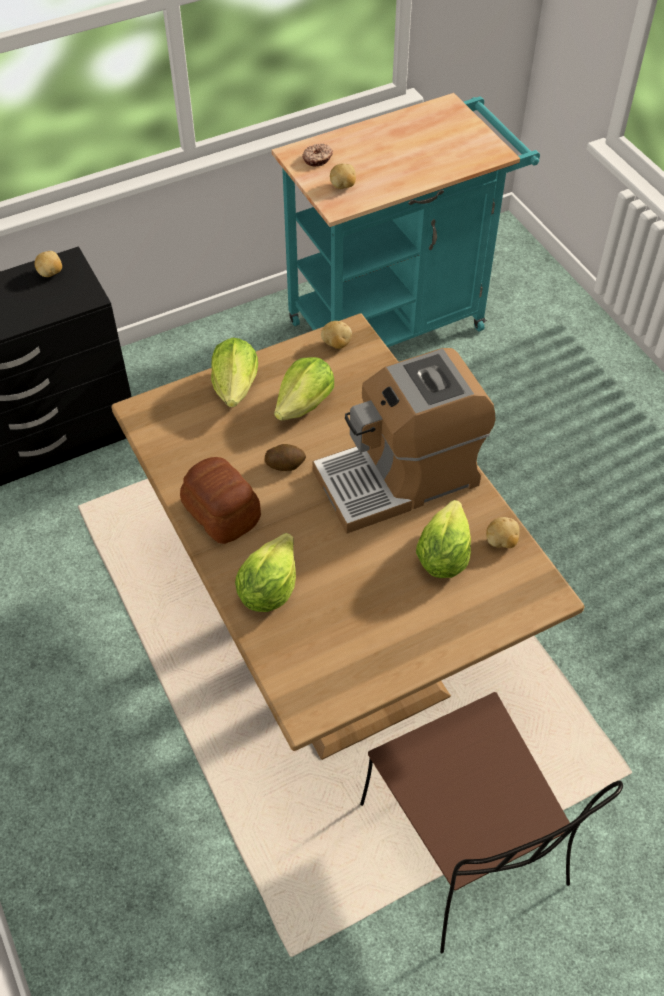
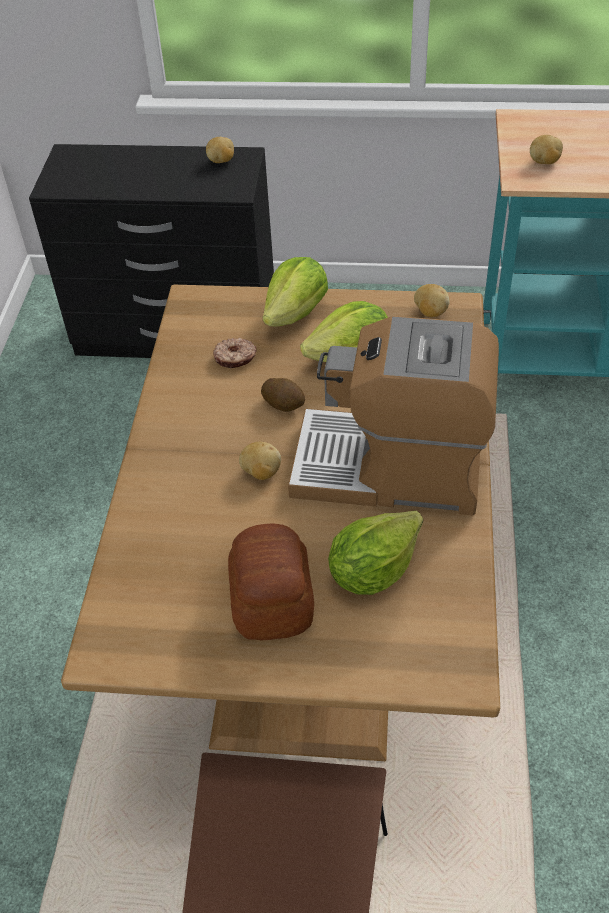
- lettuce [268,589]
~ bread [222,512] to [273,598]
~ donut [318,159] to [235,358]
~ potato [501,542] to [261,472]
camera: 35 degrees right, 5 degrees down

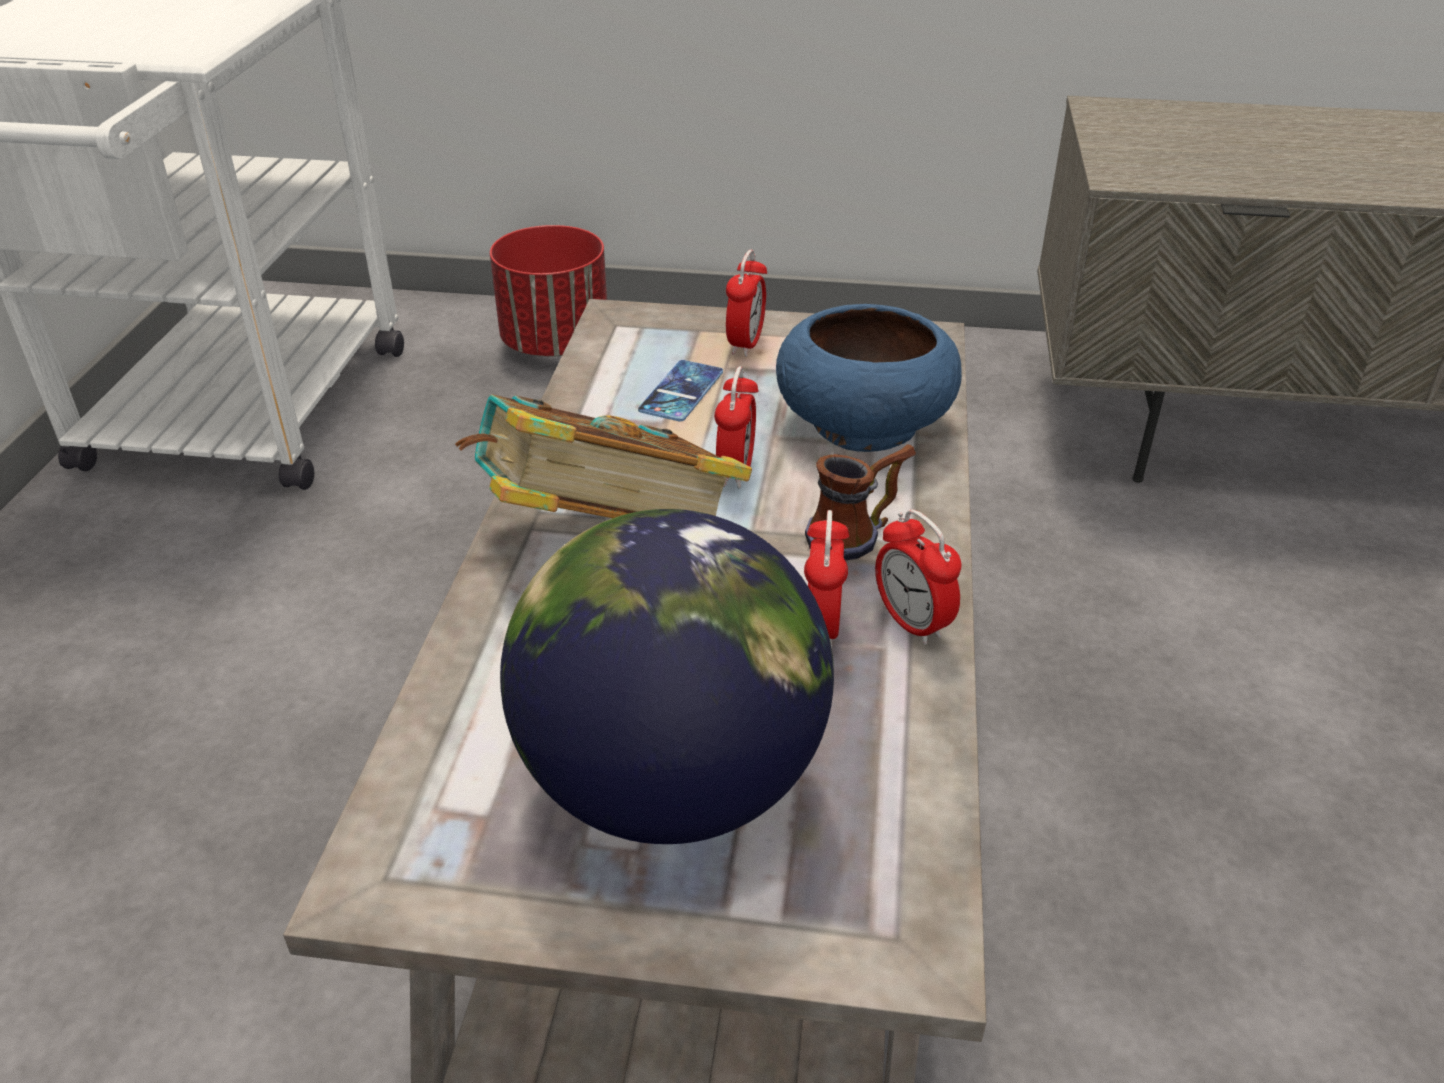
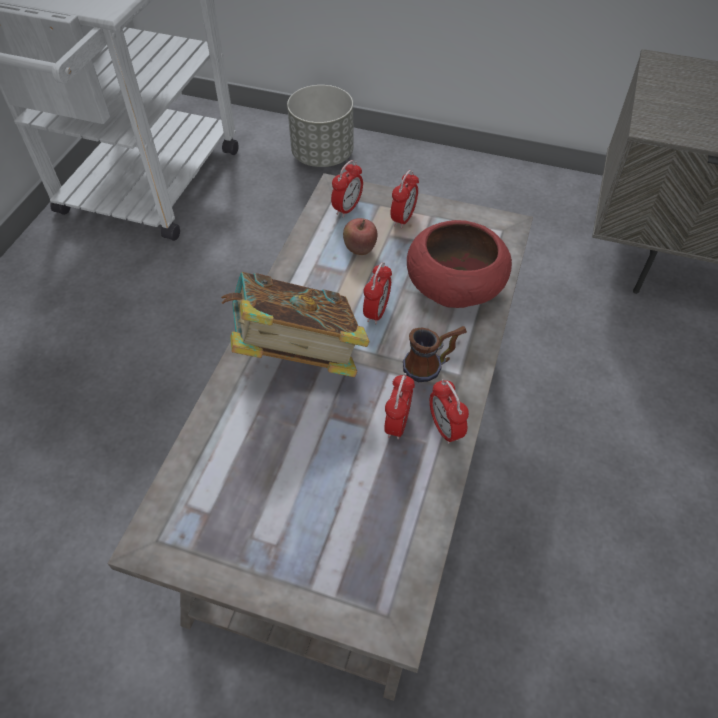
- globe [671,782]
+ alarm clock [347,208]
~ phone [681,391] to apple [359,250]
~ red planter [556,344] to grey planter [323,155]
~ blue bowl [862,425] to red bowl [454,287]
camera: 10 degrees right, 15 degrees up

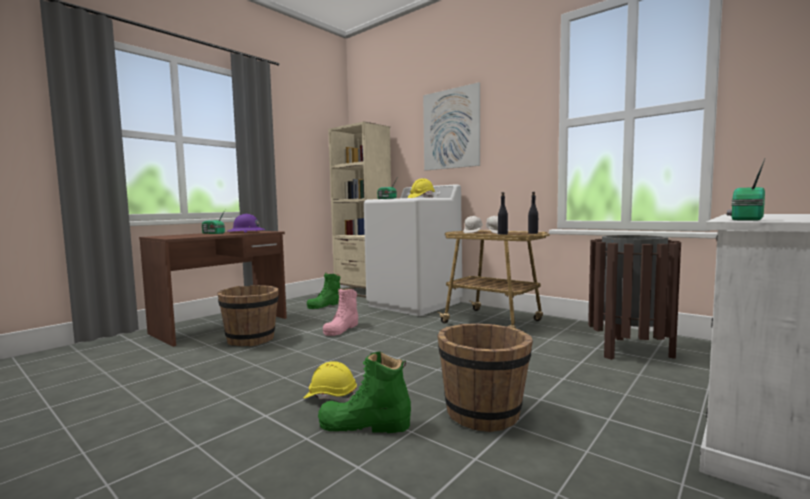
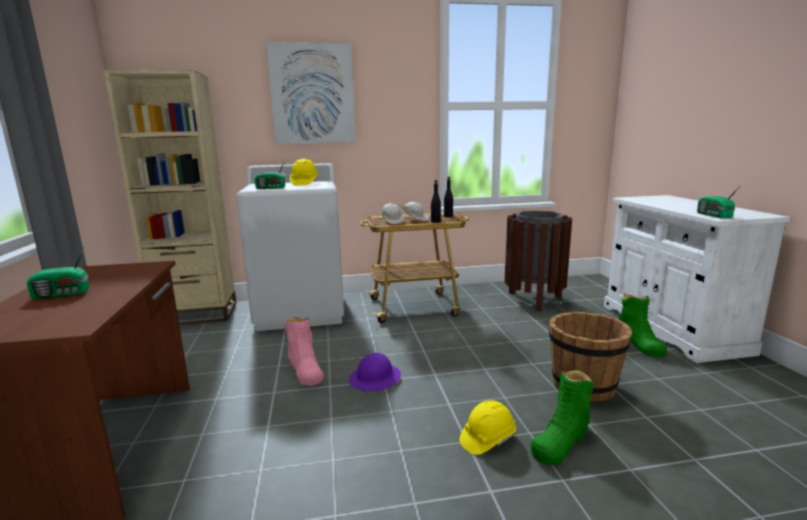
- brown bucket [251,339]
~ purple hard hat [246,231] to [375,379]
~ green boot [325,305] to [639,344]
camera: 50 degrees left, 10 degrees up

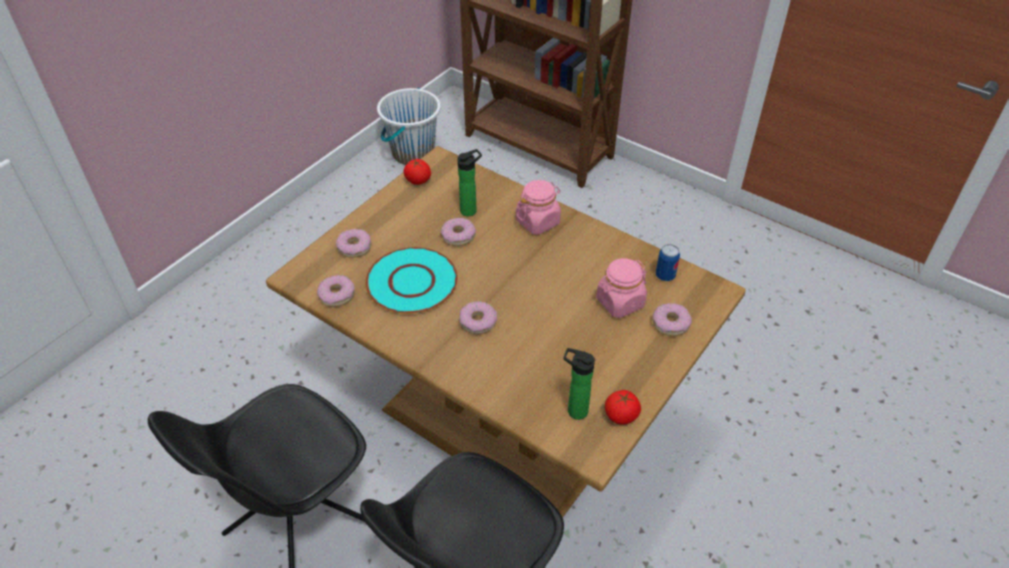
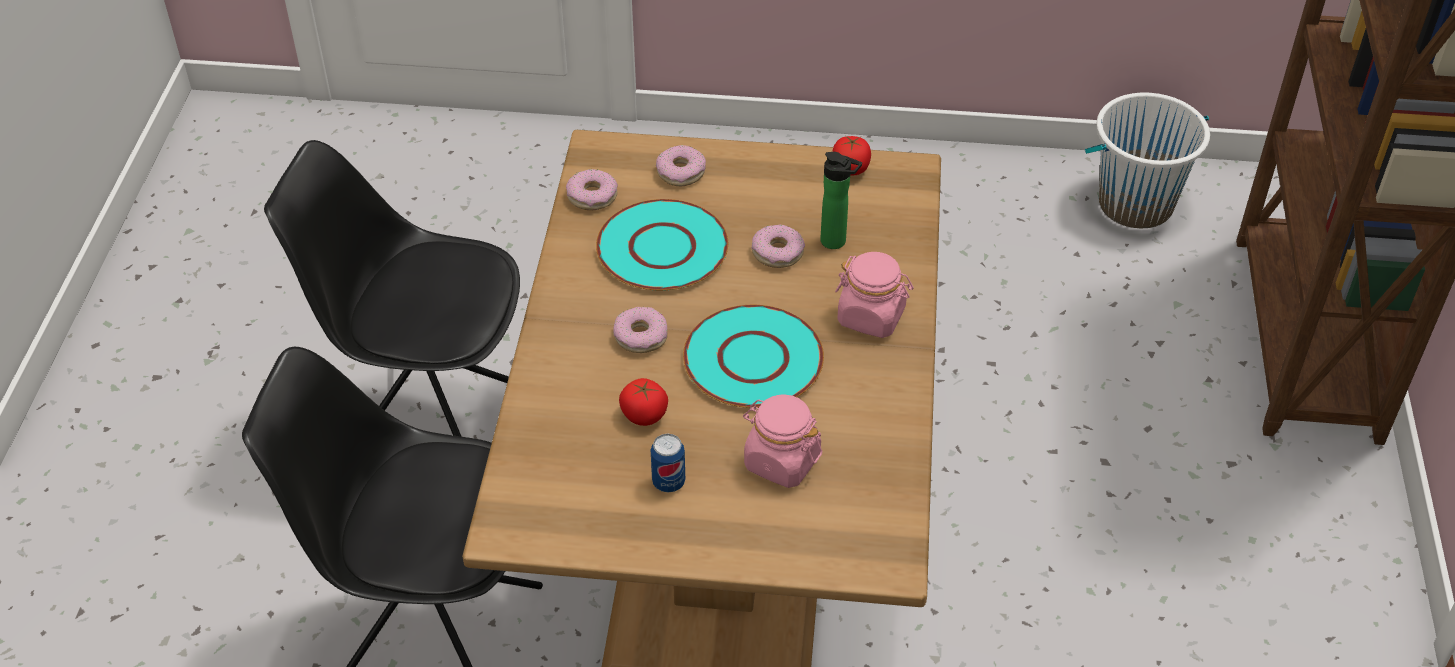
- bottle [574,410]
- donut [670,323]
+ turquoise plate [752,359]
~ tomato [621,415] to [644,415]
~ can [665,276] to [668,482]
camera: 60 degrees right, 0 degrees up

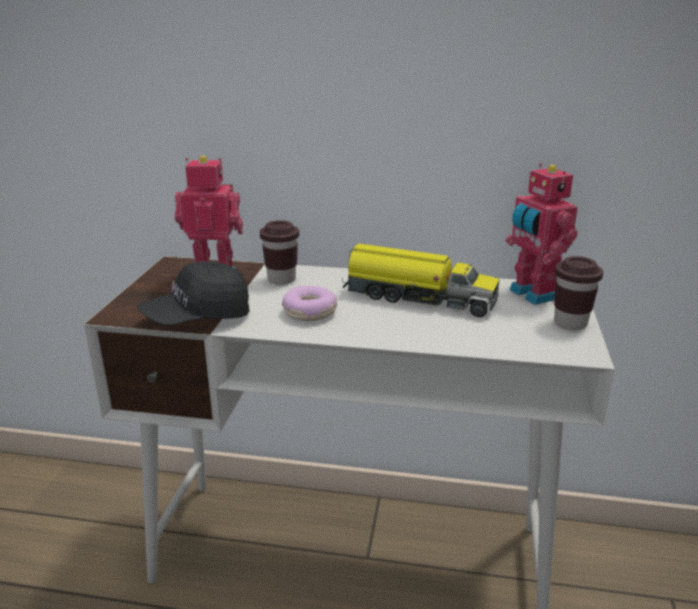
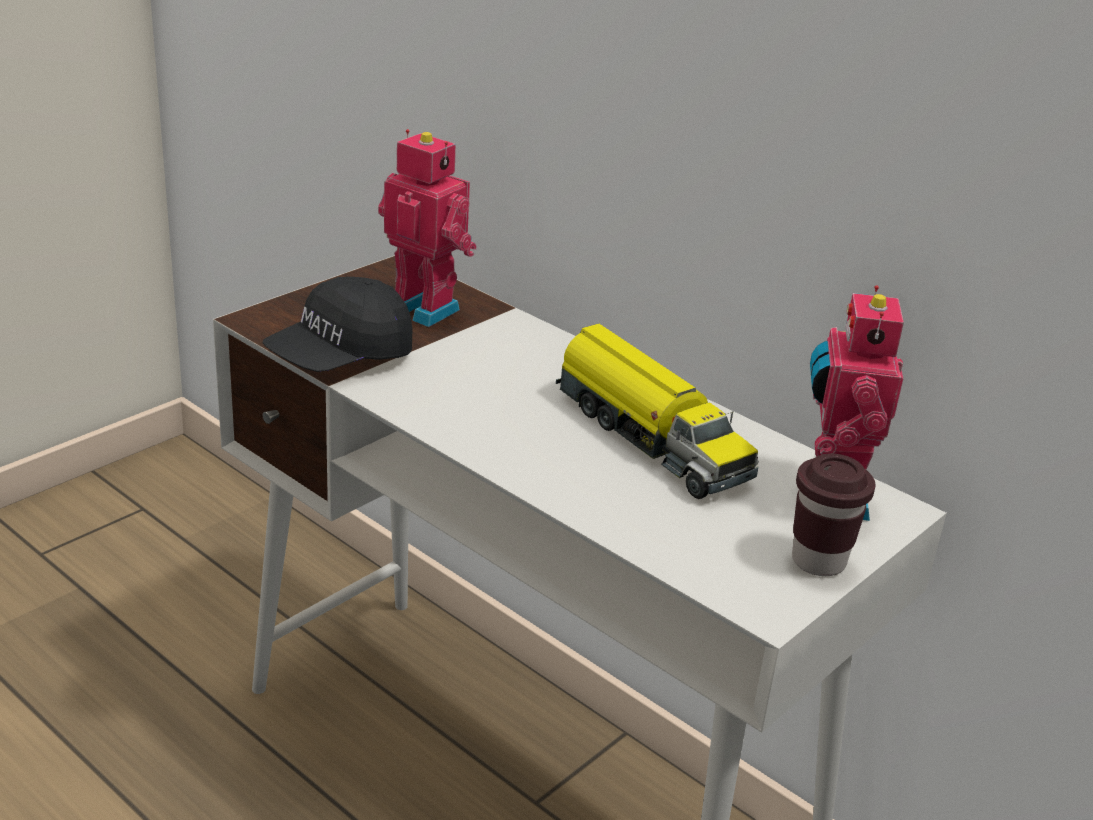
- brown cup [281,279]
- donut [310,312]
~ black cap [197,317] = [340,357] 45 degrees counterclockwise
camera: 30 degrees right, 5 degrees up

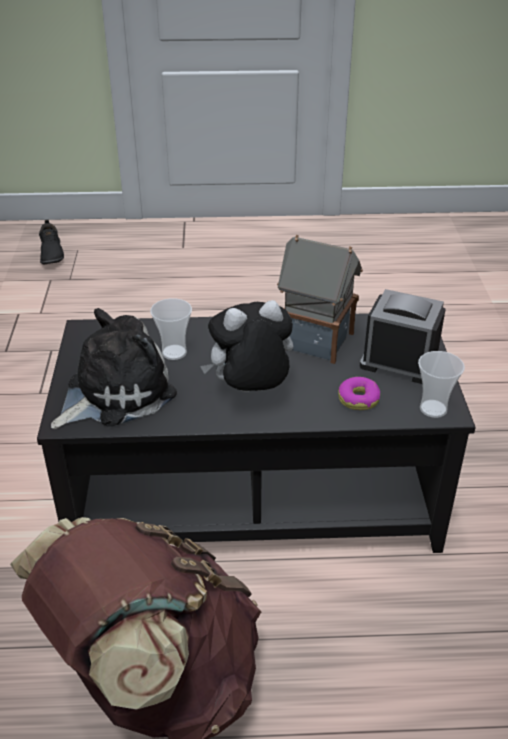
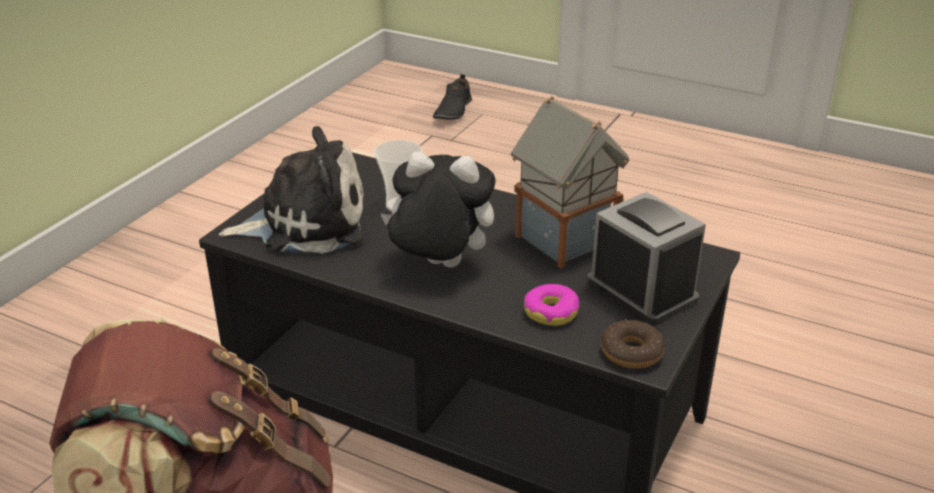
~ cup [433,409] to donut [631,352]
camera: 30 degrees right, 5 degrees down

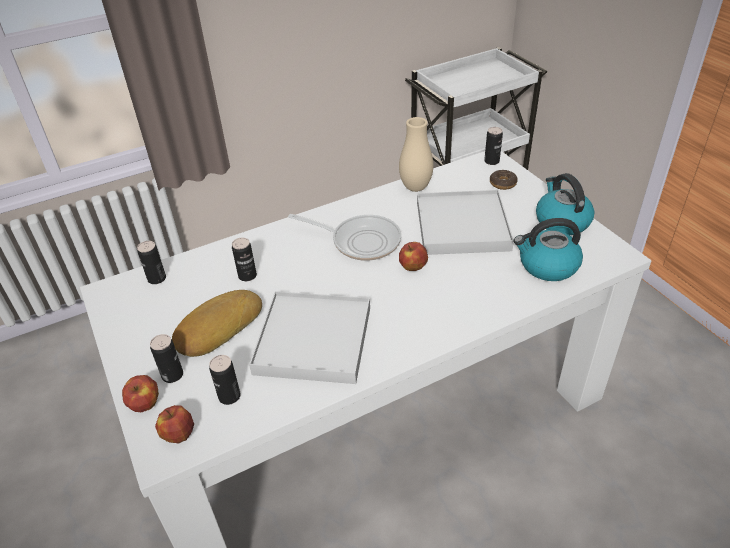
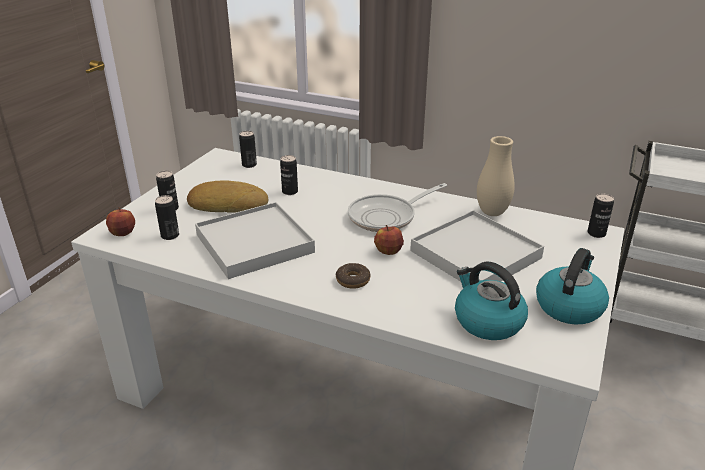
- apple [145,403]
~ donut [503,183] to [353,280]
~ frying pan [360,241] = [387,217] 75 degrees clockwise
camera: 50 degrees right, 10 degrees down

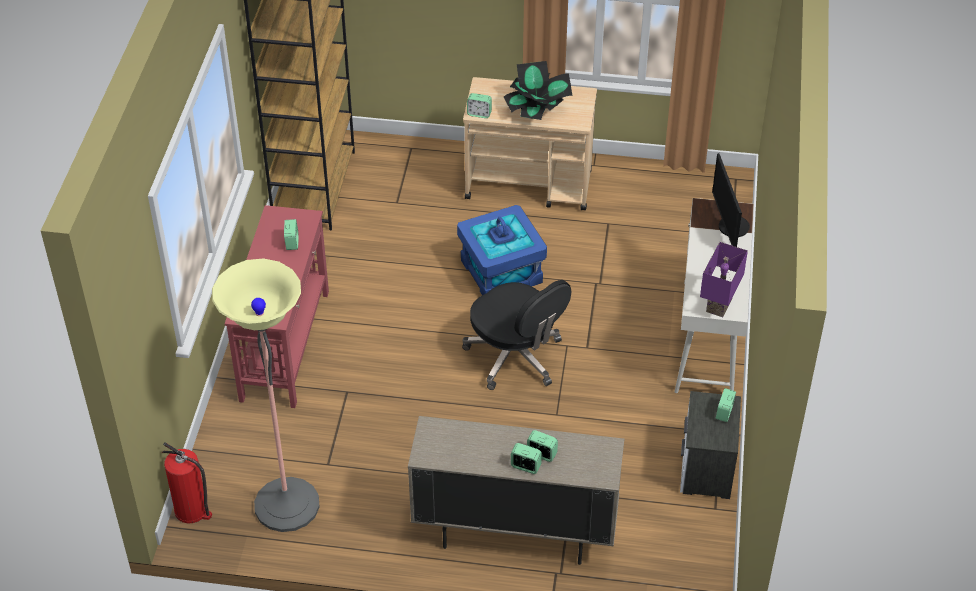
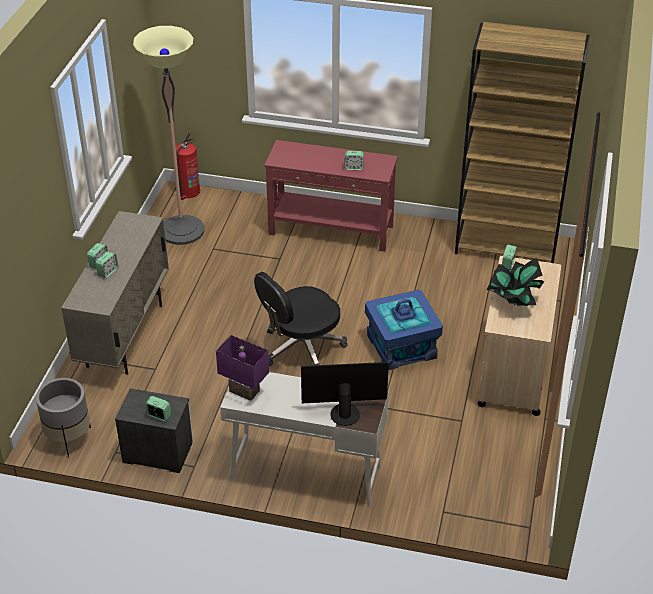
+ grey planter [68,438]
camera: 95 degrees right, 5 degrees down

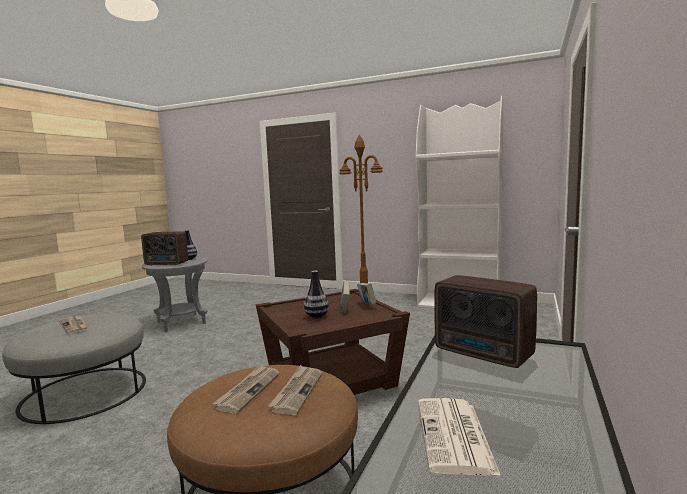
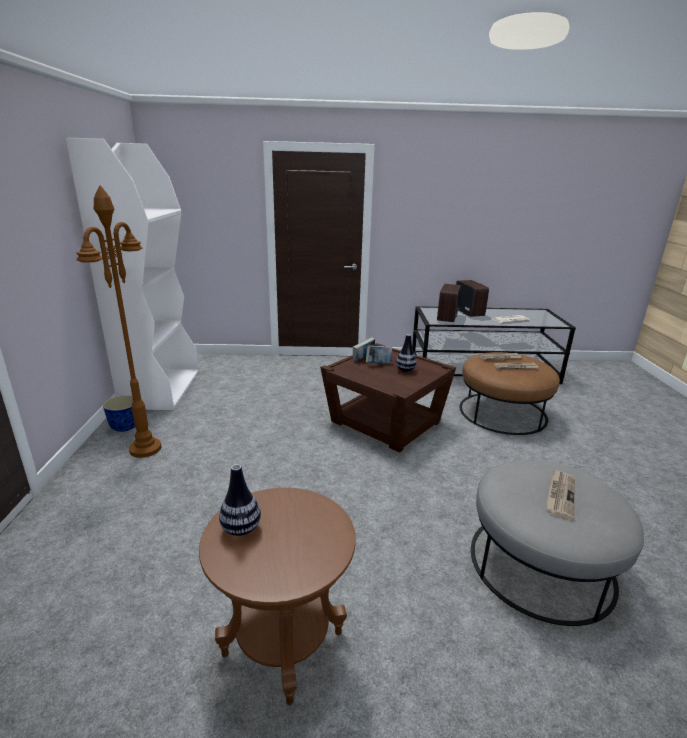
+ planter [124,427]
~ radio [167,264] to [468,312]
~ grey side table [181,323] to brown side table [283,642]
camera: 115 degrees left, 15 degrees up

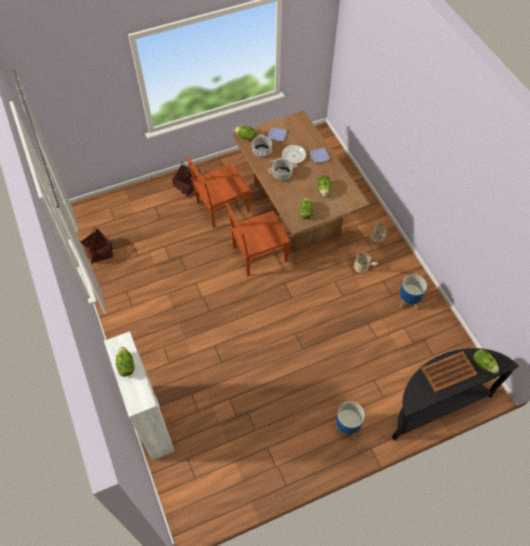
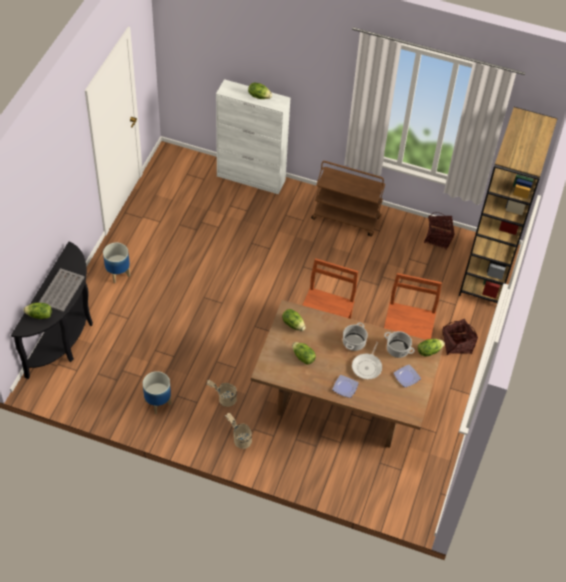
+ brown cart [346,218]
+ brown bookcase [487,272]
~ brown tray [448,372] to grey tray [62,290]
camera: 130 degrees right, 5 degrees down

